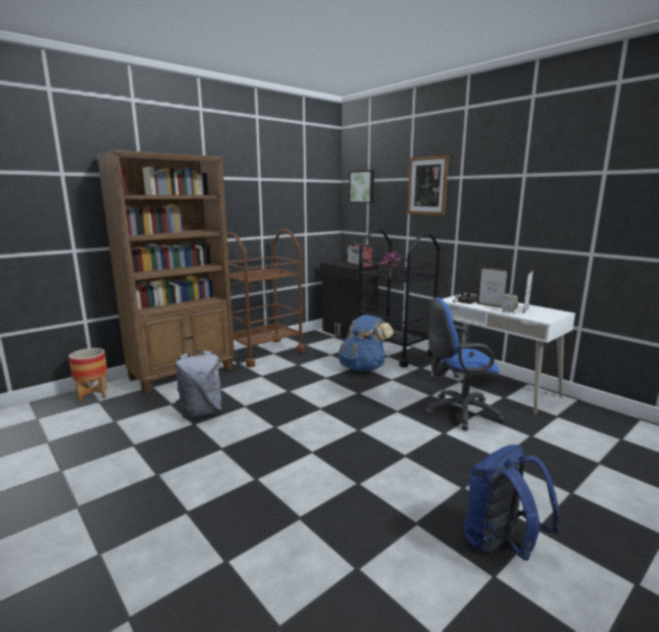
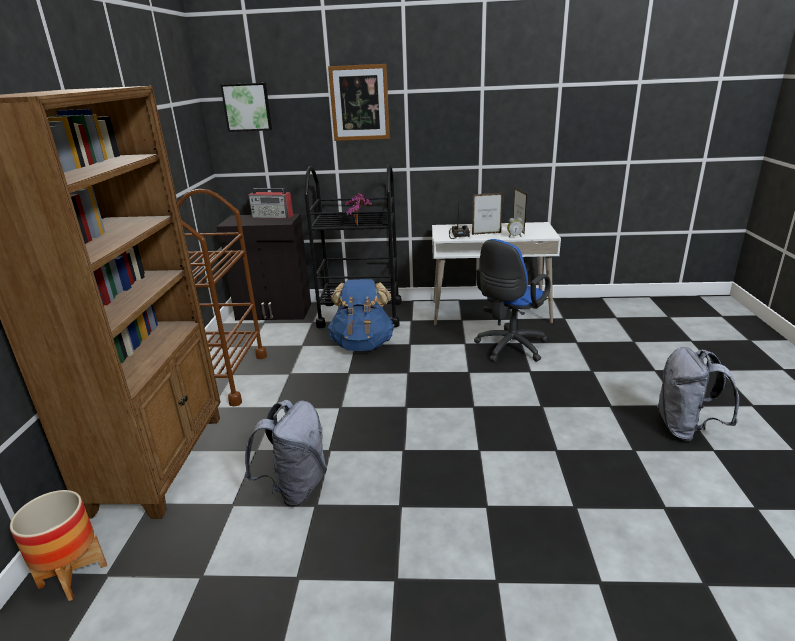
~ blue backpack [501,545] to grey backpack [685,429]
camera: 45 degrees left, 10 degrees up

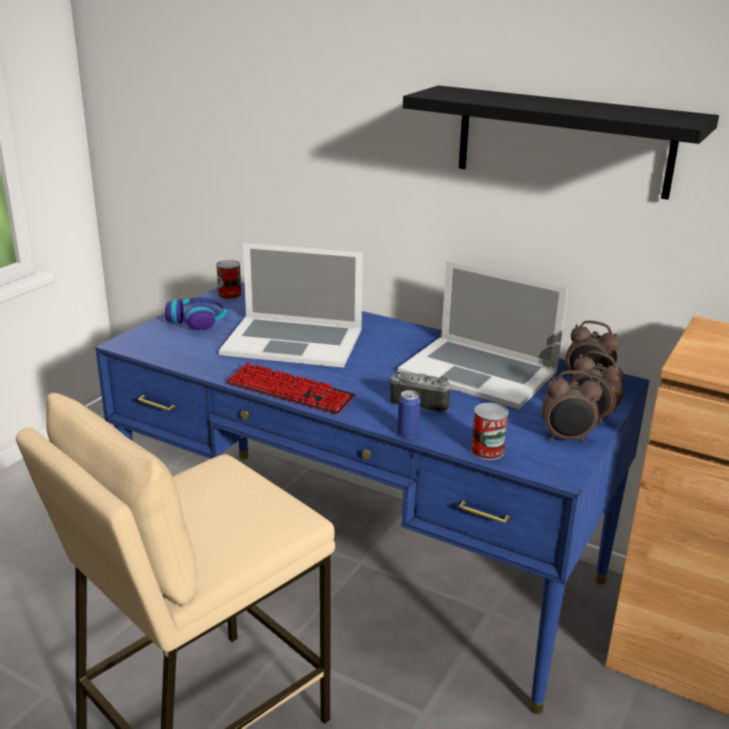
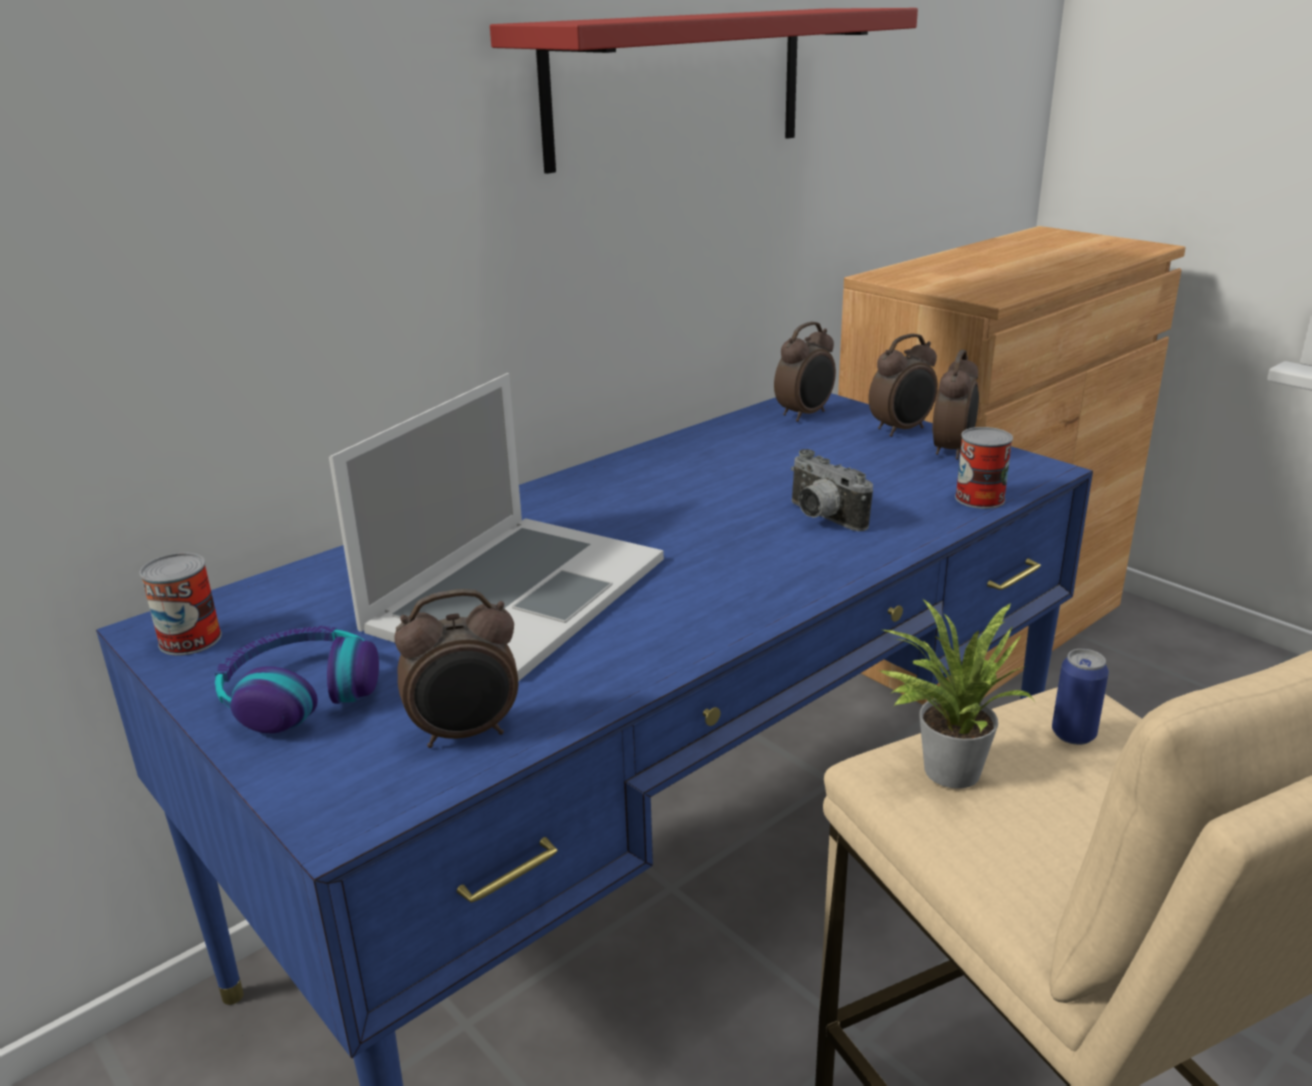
- keyboard [290,391]
- laptop [478,371]
+ alarm clock [466,734]
+ potted plant [944,768]
~ can [407,433] to [1073,734]
~ black shelf [563,141] to red shelf [677,86]
~ photo camera [421,402] = [821,518] 75 degrees counterclockwise
camera: 70 degrees left, 0 degrees up

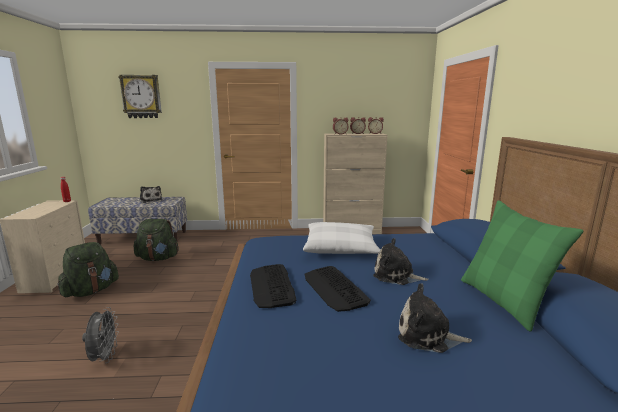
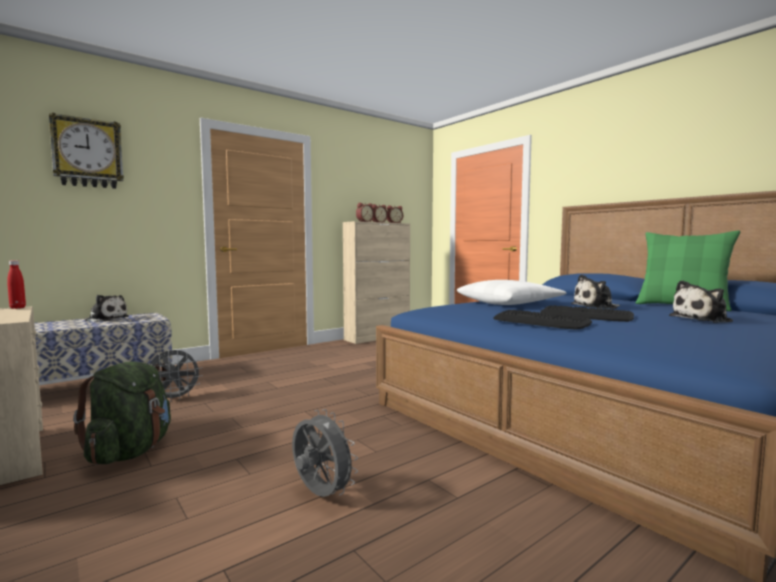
~ green backpack [158,258] to grey fan [174,398]
camera: 35 degrees left, 10 degrees down

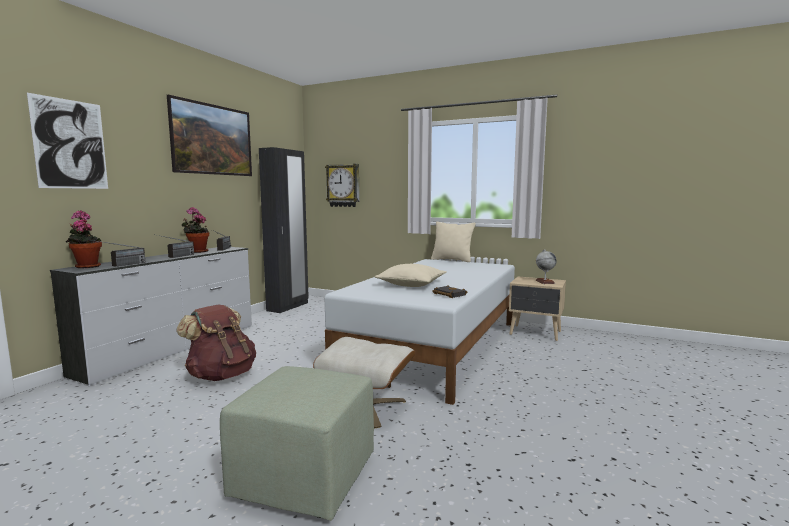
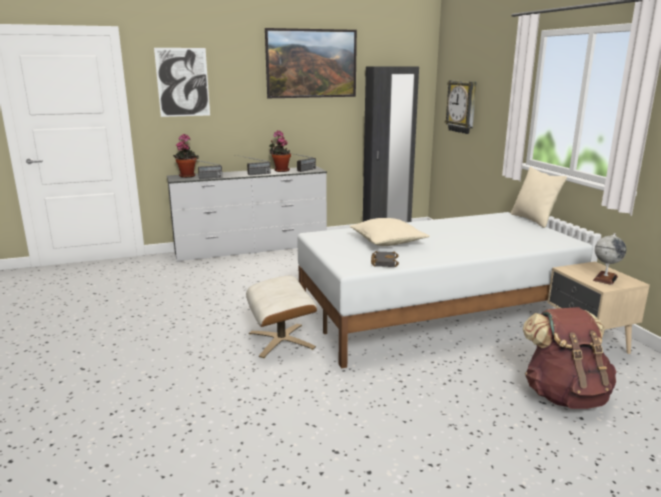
- green ottoman [305,476]
~ brown backpack [221,375] to [564,395]
camera: 45 degrees right, 10 degrees up

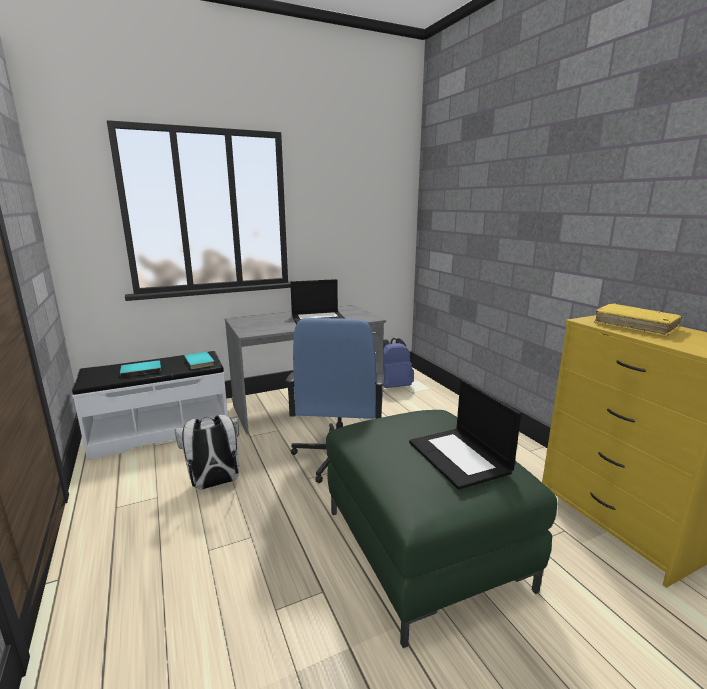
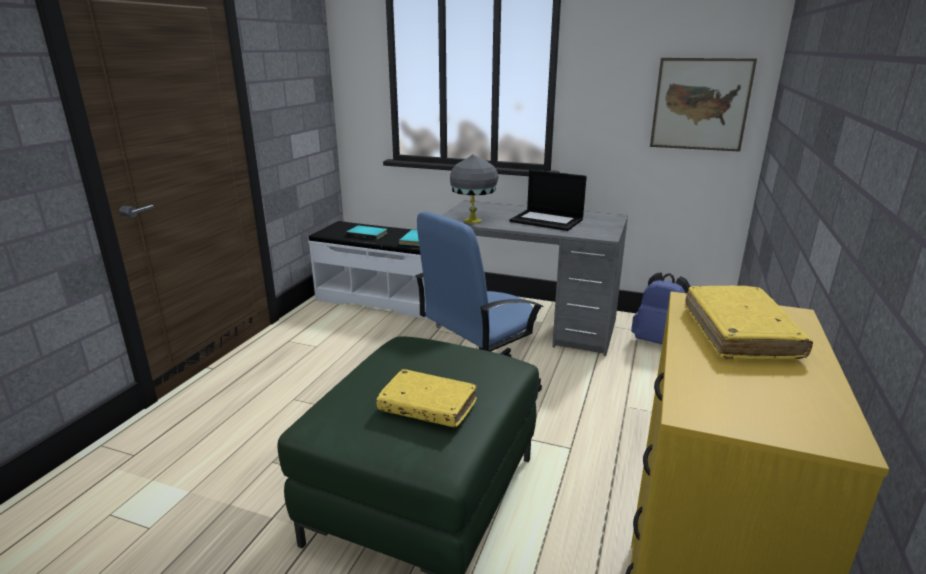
- white backpack [214,484]
+ grey table lamp [473,221]
+ picture [700,104]
~ laptop [460,457] to yellow book [427,407]
camera: 45 degrees right, 5 degrees up

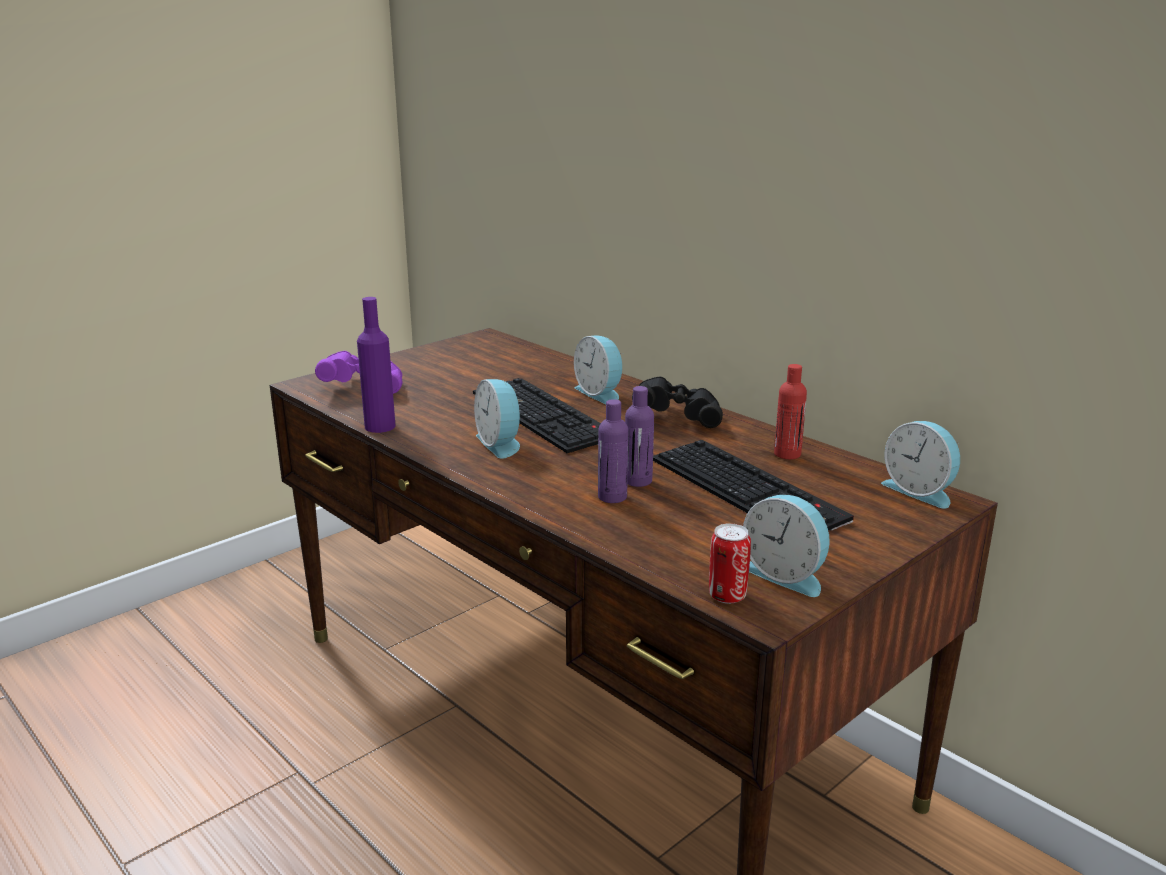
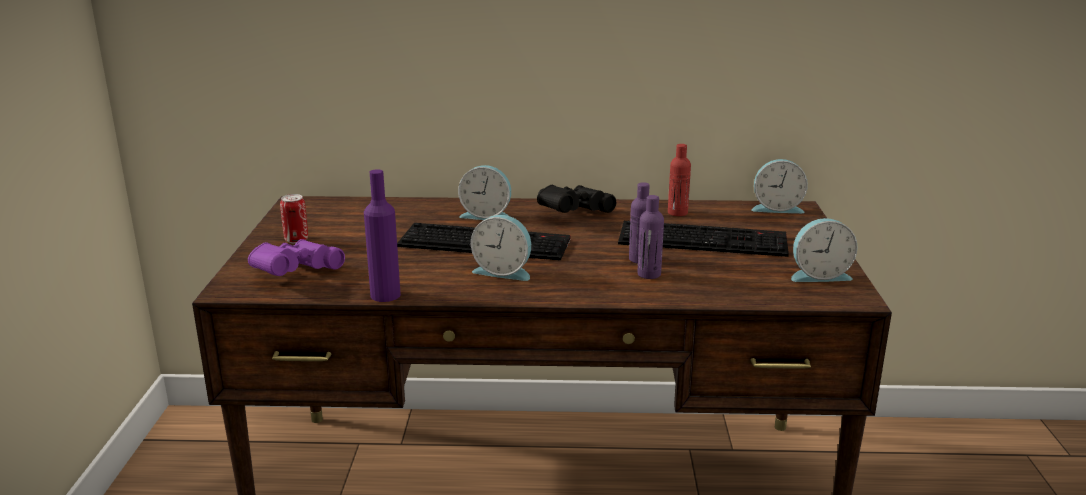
~ can [727,596] to [296,240]
camera: 45 degrees left, 0 degrees up

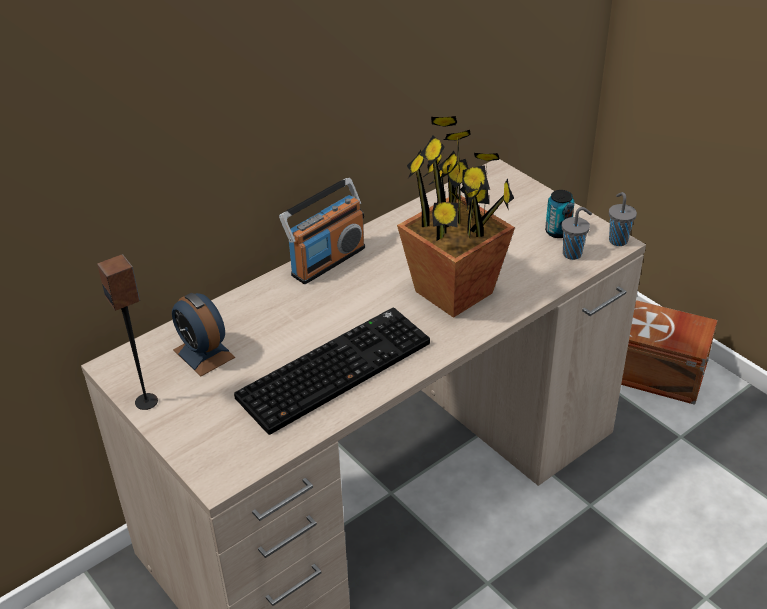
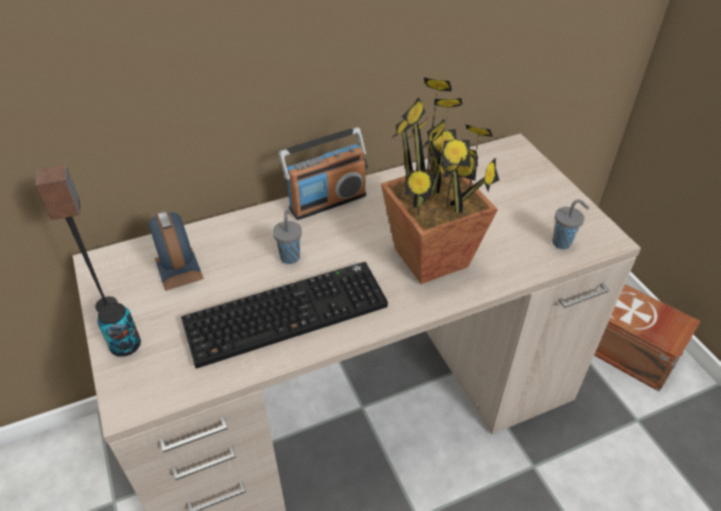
~ can [557,232] to [126,346]
~ grey cup [617,240] to [290,256]
camera: 15 degrees right, 5 degrees up

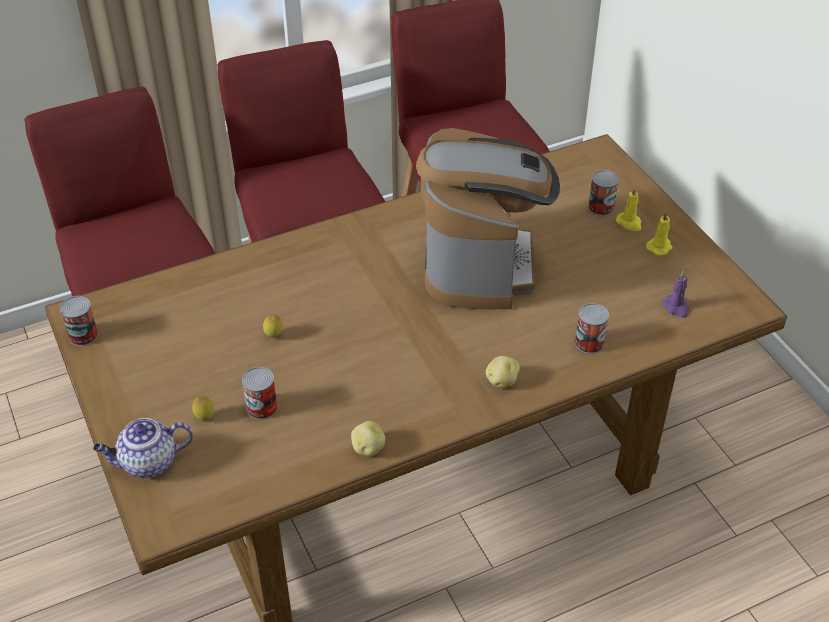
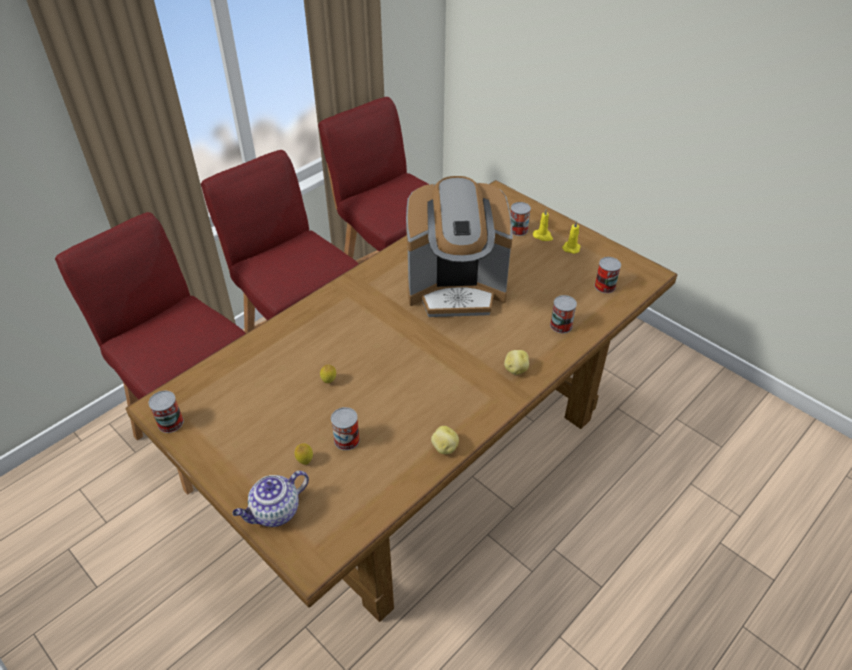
~ purple candle [676,307] to can [605,286]
~ coffee machine [480,264] = [456,289] 105 degrees clockwise
camera: 20 degrees left, 0 degrees up

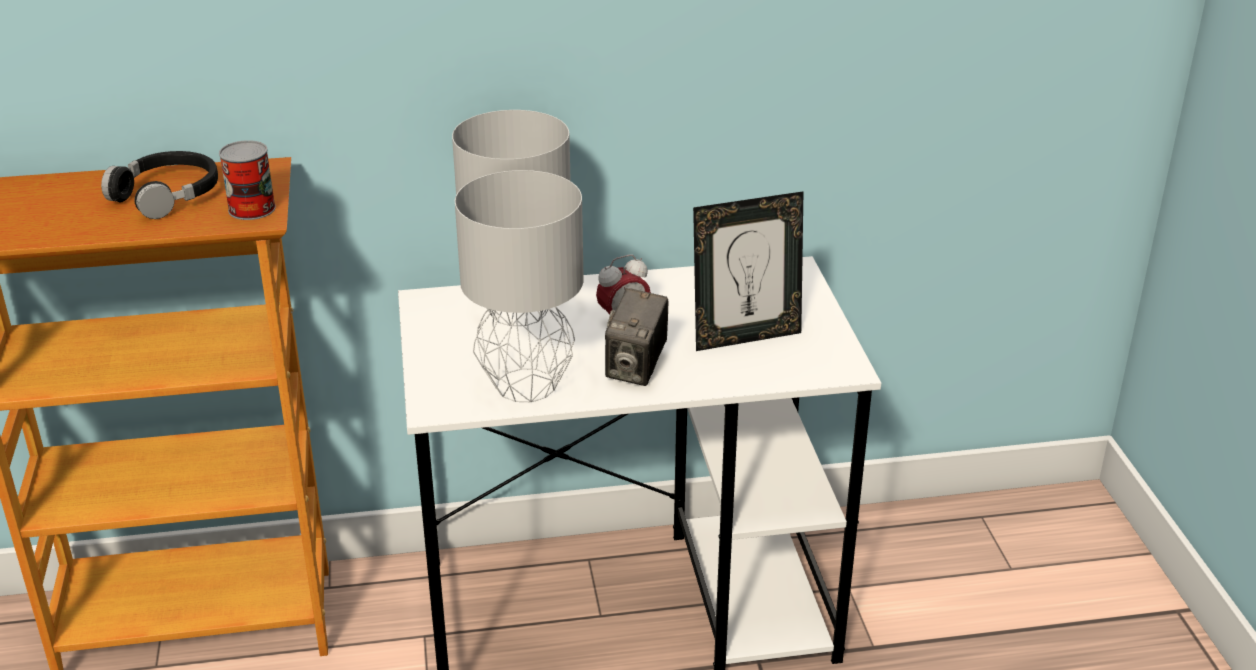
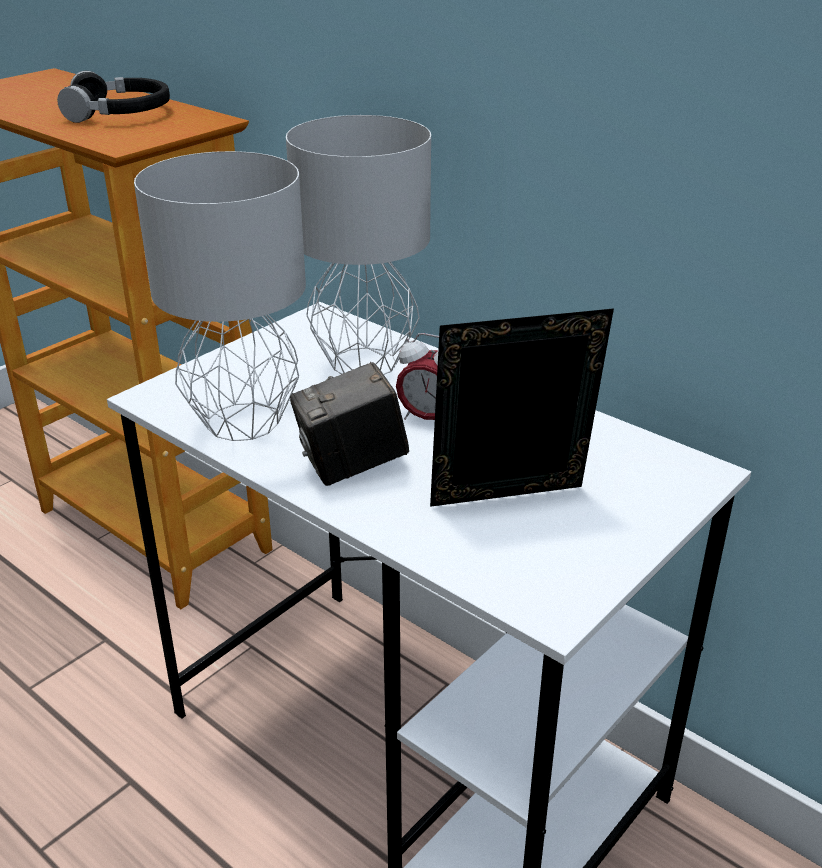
- can [252,209]
~ picture frame [745,337] = [510,504] 135 degrees clockwise
camera: 50 degrees right, 0 degrees up

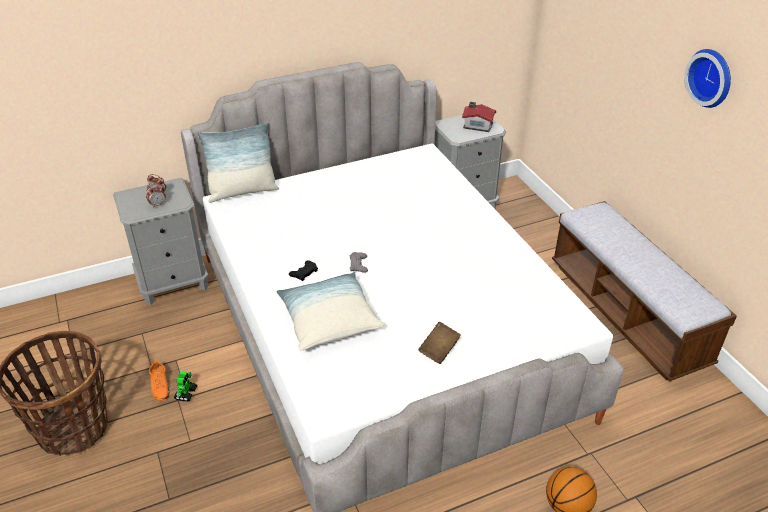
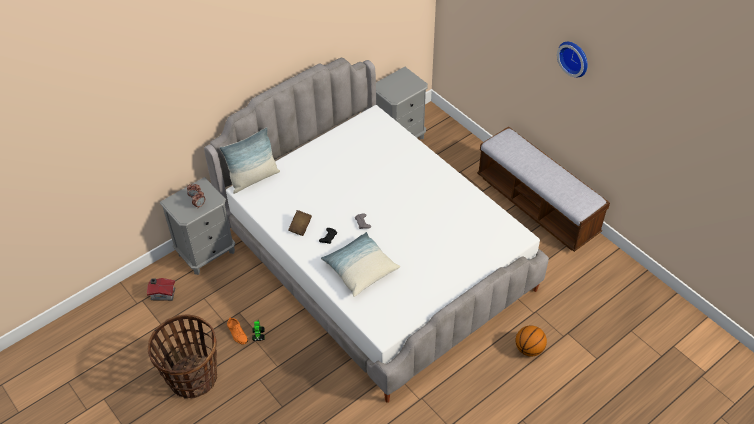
~ brown book [439,350] to [300,227]
~ toy house [477,125] to [162,293]
camera: 15 degrees left, 10 degrees up

